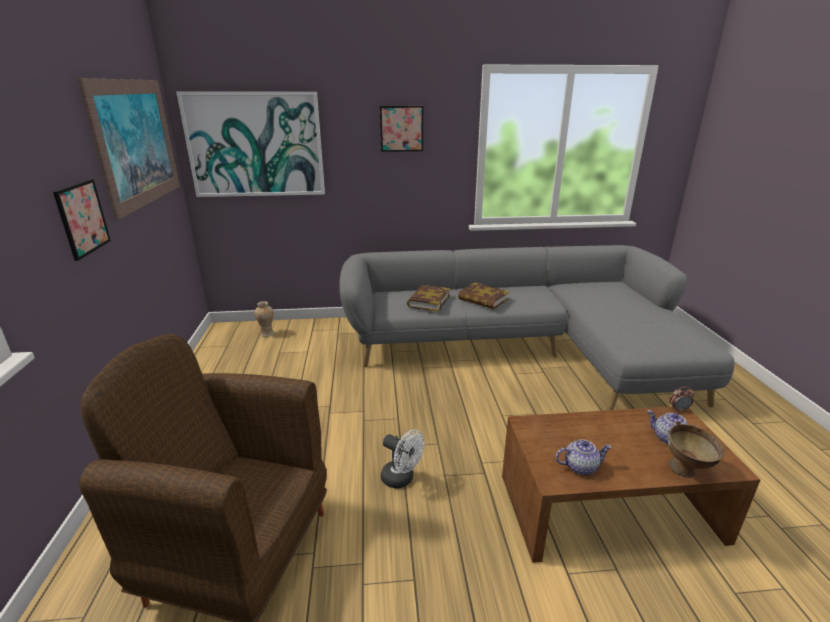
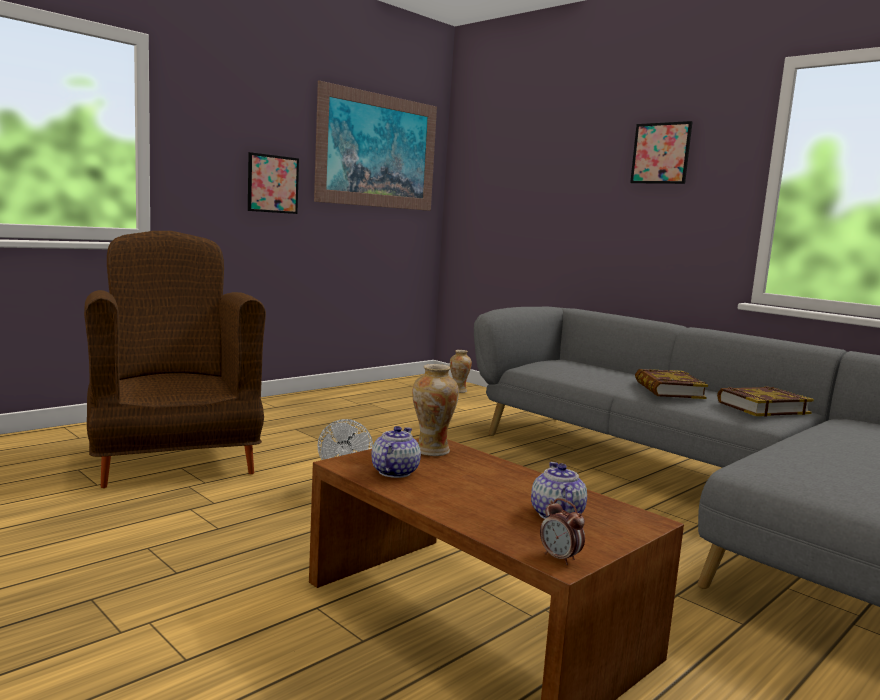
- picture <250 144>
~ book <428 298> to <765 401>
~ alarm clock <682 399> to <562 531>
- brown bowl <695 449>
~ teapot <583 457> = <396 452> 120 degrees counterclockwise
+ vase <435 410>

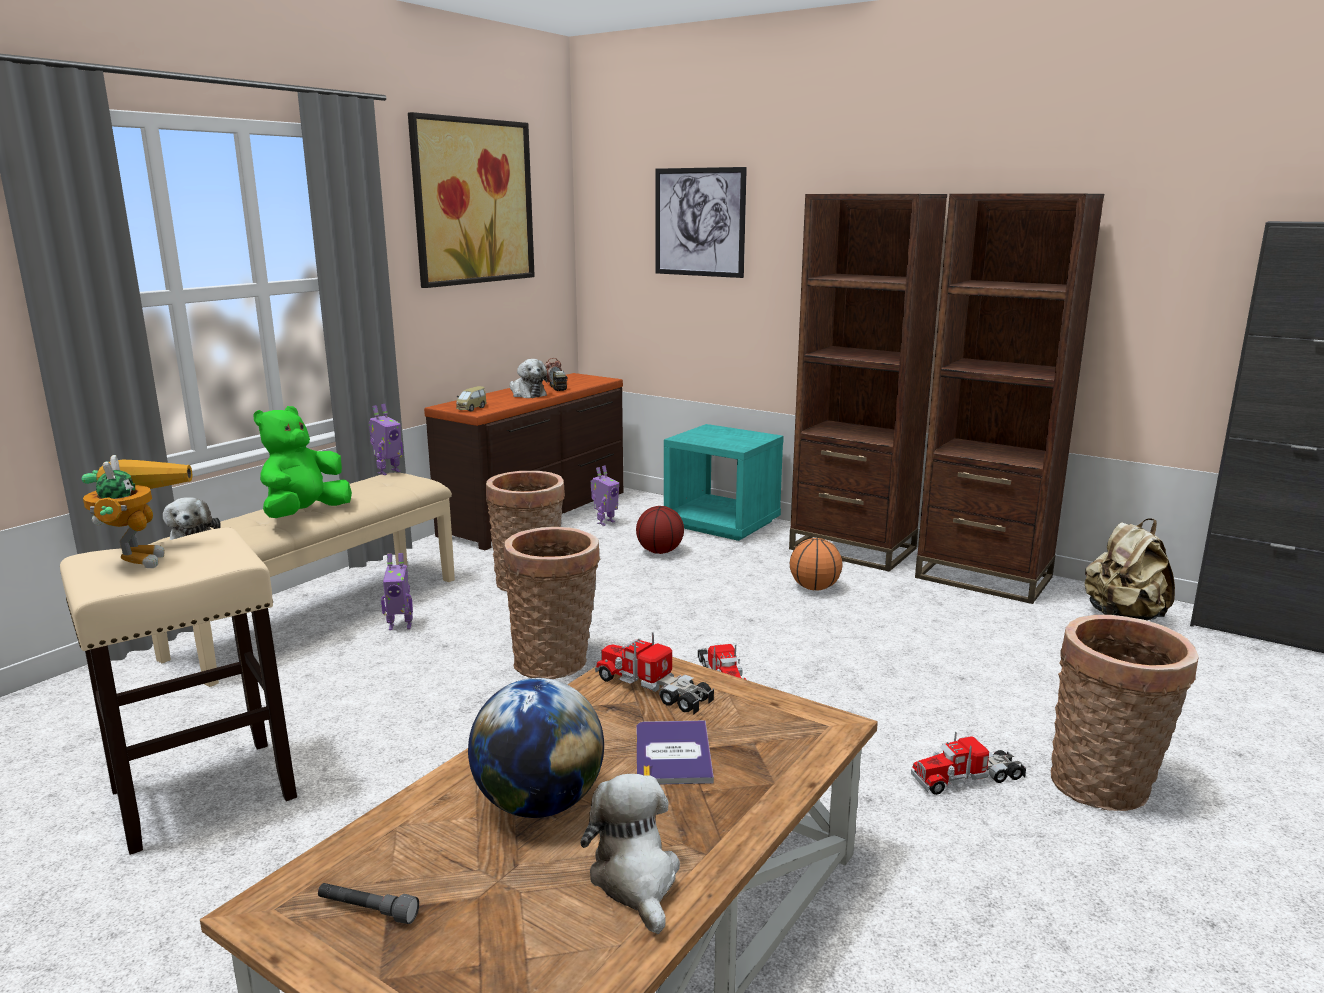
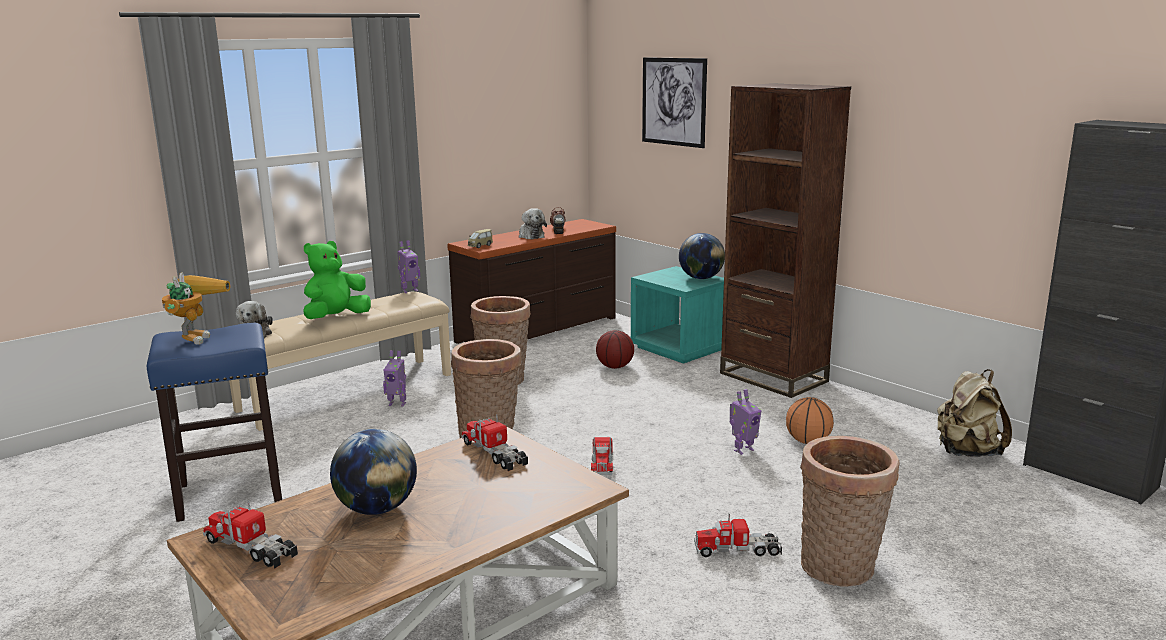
- picture <471 200>
- brown bookcase <1009 399>
~ toy robot <605 495> to <745 422>
~ beige stool <178 691> to blue stool <214 422>
~ basketball <816 564> to <810 420>
- book <675 752>
- plush toy <630 854>
~ grey flashlight <368 903> to toy truck <250 534>
+ globe <702 256>

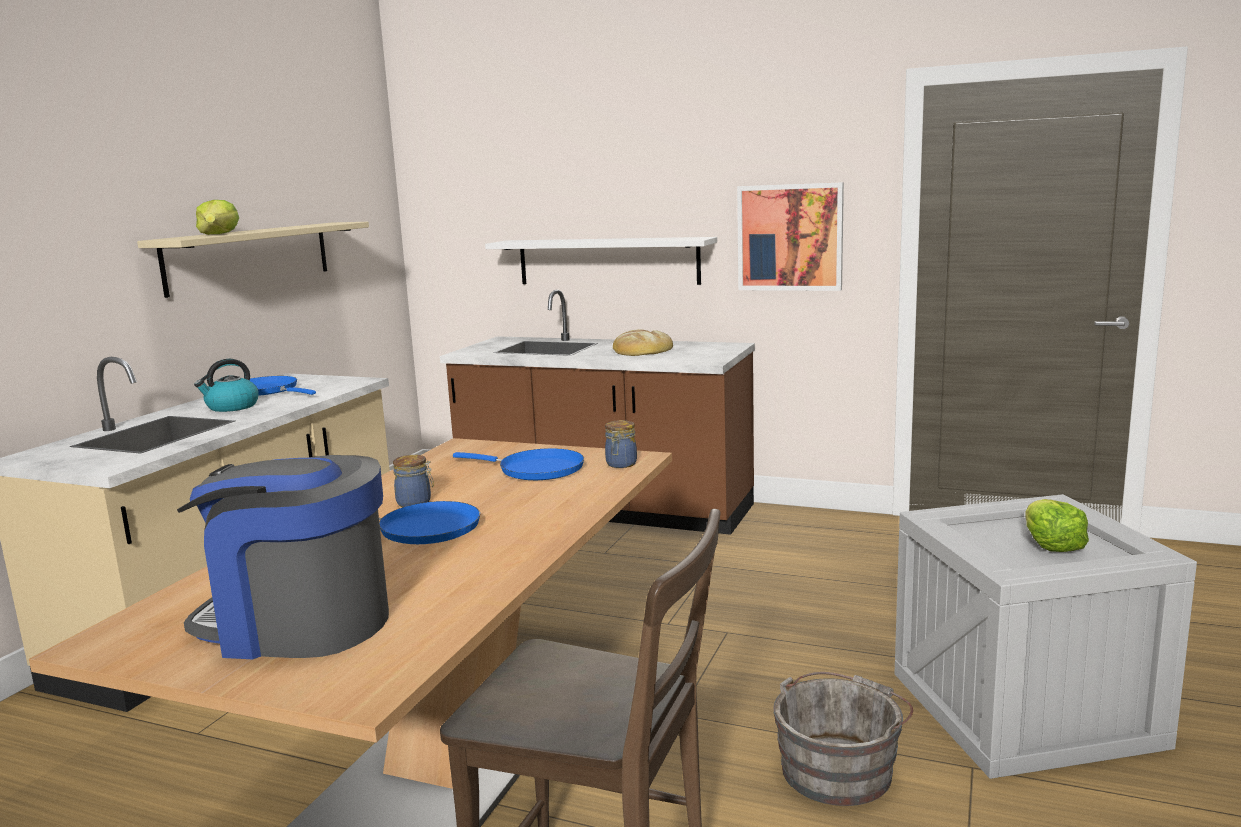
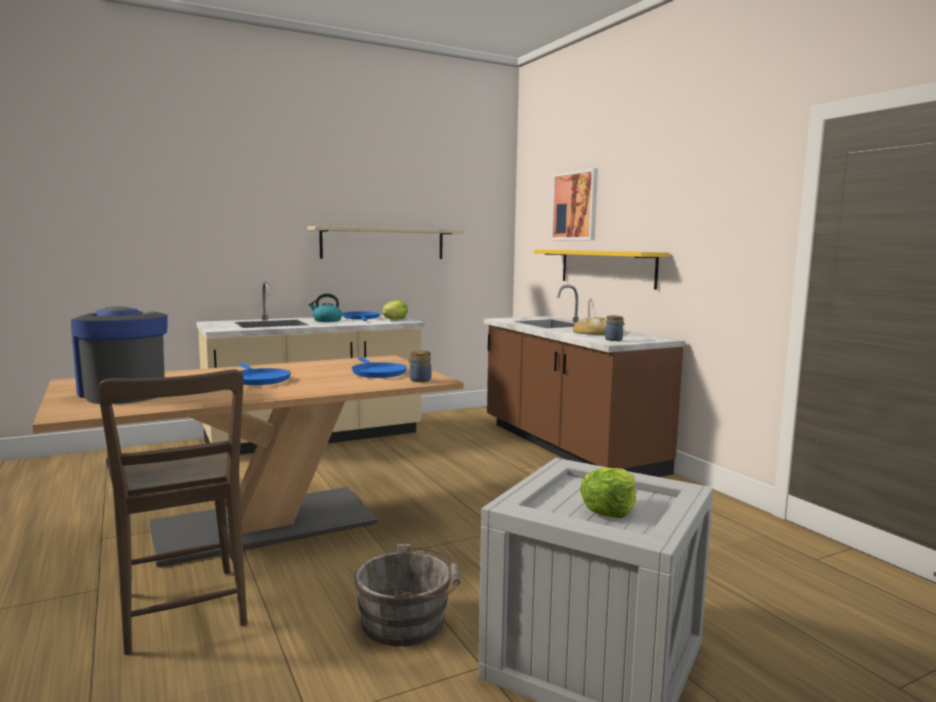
~ picture <790 236> to <574 204>
~ lettuce <217 217> to <395 309>
~ white shelf <601 261> to yellow shelf <601 270>
~ jar <413 481> to <615 328>

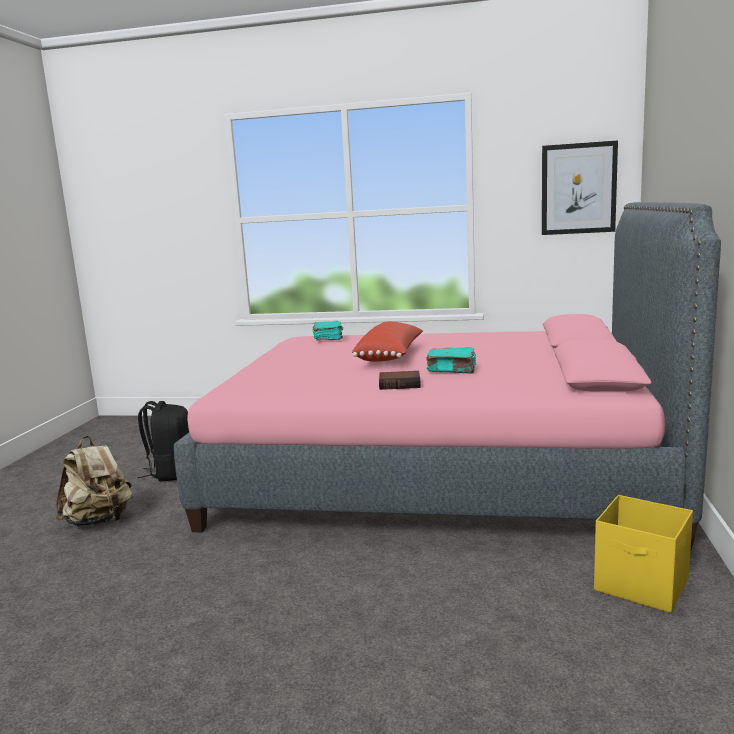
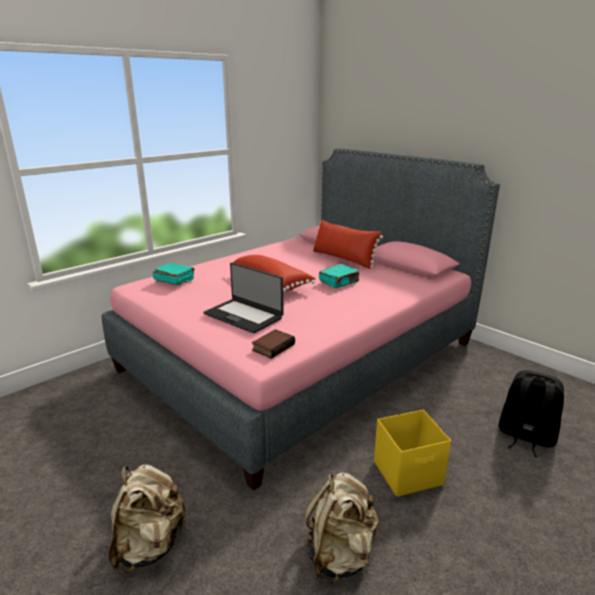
- picture <580 187>
~ book <400 380> to <273 344>
~ black backpack <163 441> to <531 414>
~ yellow storage box <643 554> to <412 453>
+ red pillow <347 244>
+ laptop <243 298>
+ beige backpack <342 528>

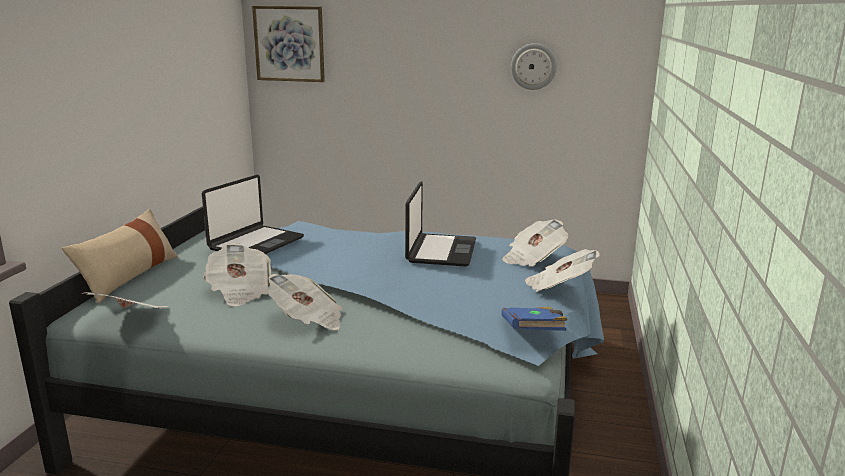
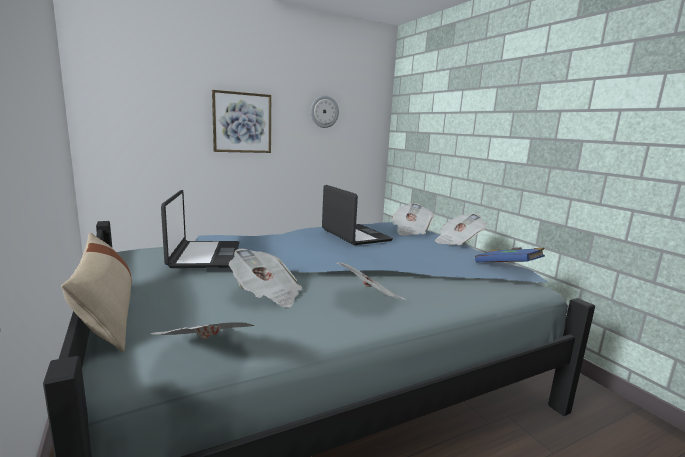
~ picture <288 44> to <241 121>

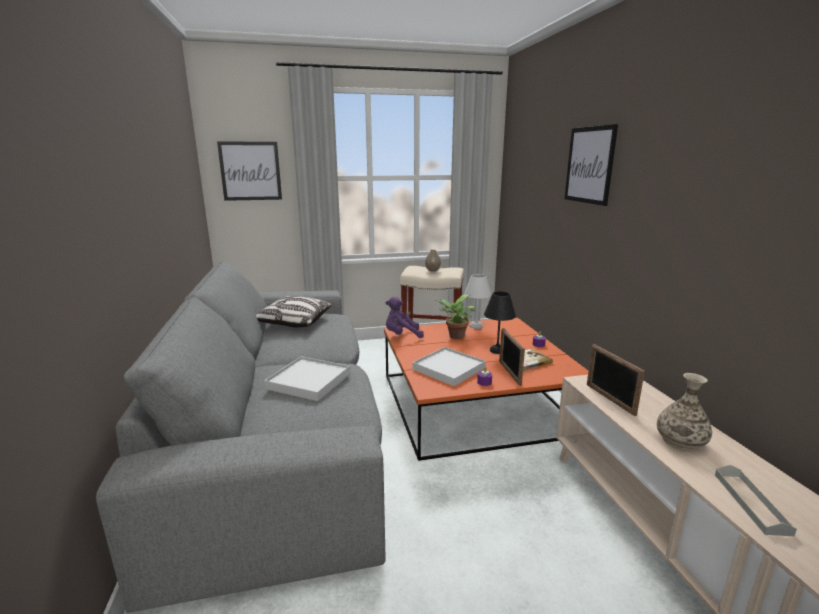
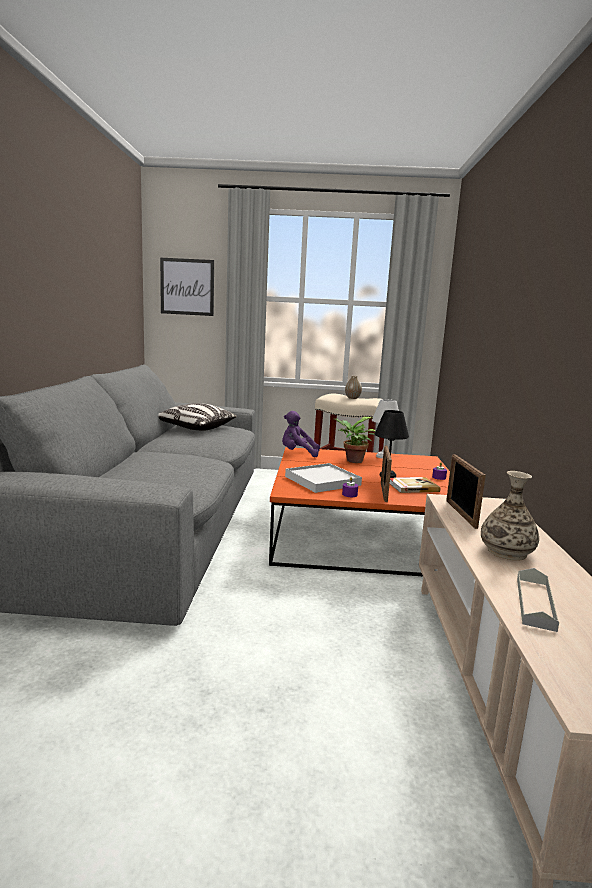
- picture <591 165>
- white tray <307 378>

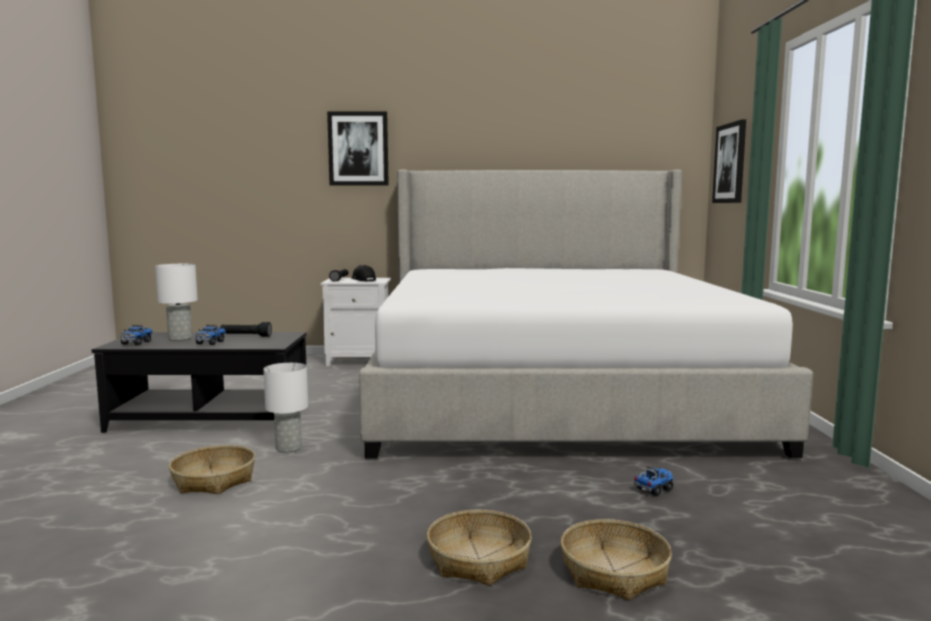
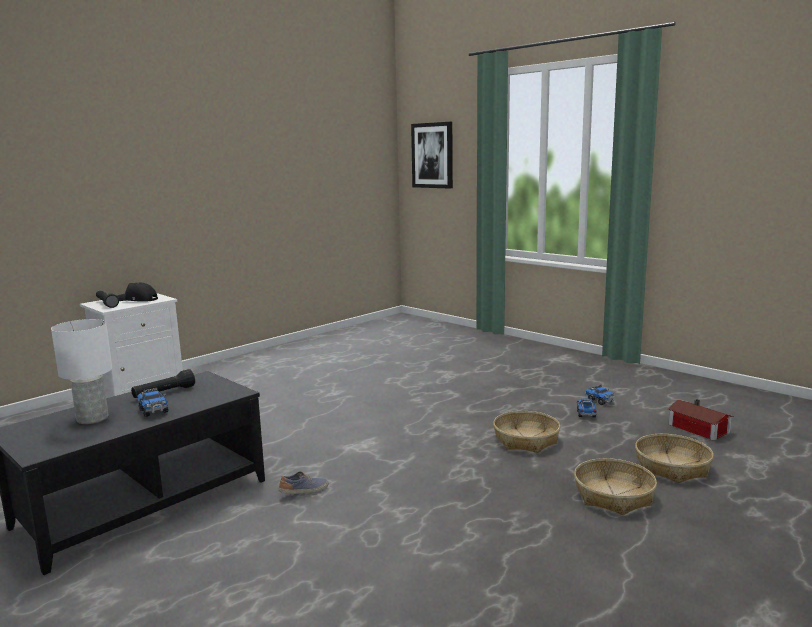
- picture <358 148>
- bed <586 314>
~ toy truck <137 334> to <599 395>
~ white table lamp <285 408> to shoe <303 482>
~ basket <212 469> to <526 432>
+ toy house <701 420>

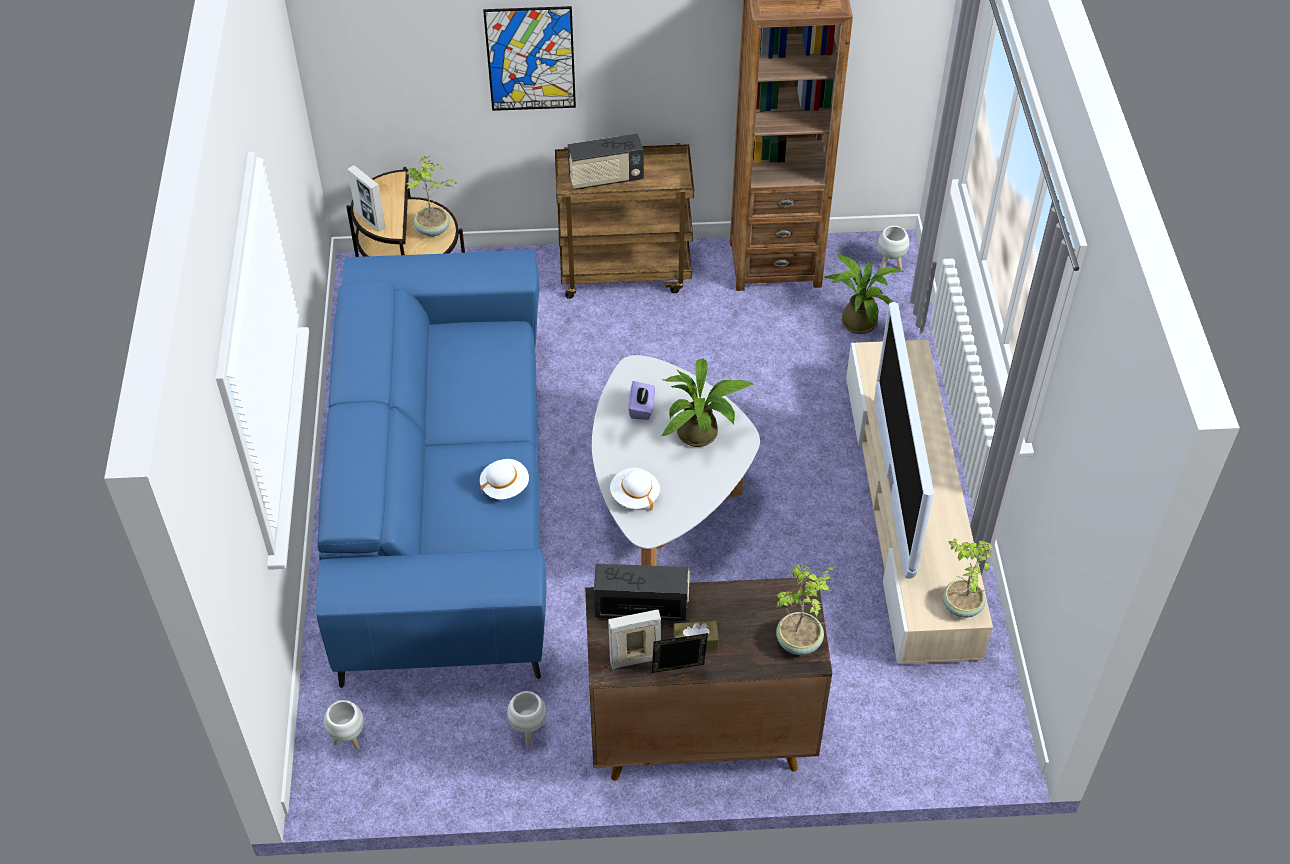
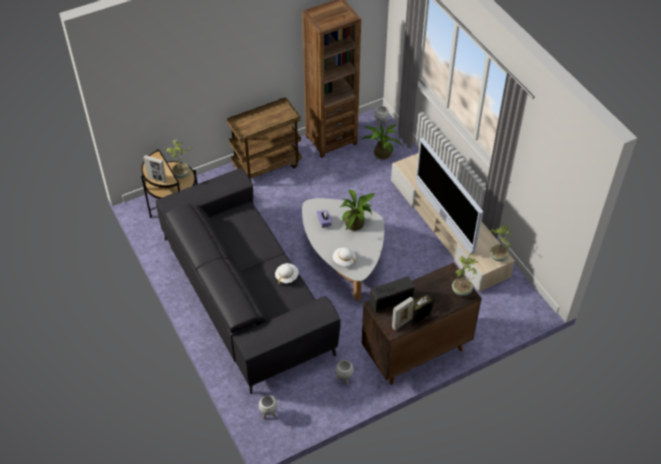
- picture <529 58>
- radio <606 162>
~ blue sofa <431 469> to grey sofa <247 281>

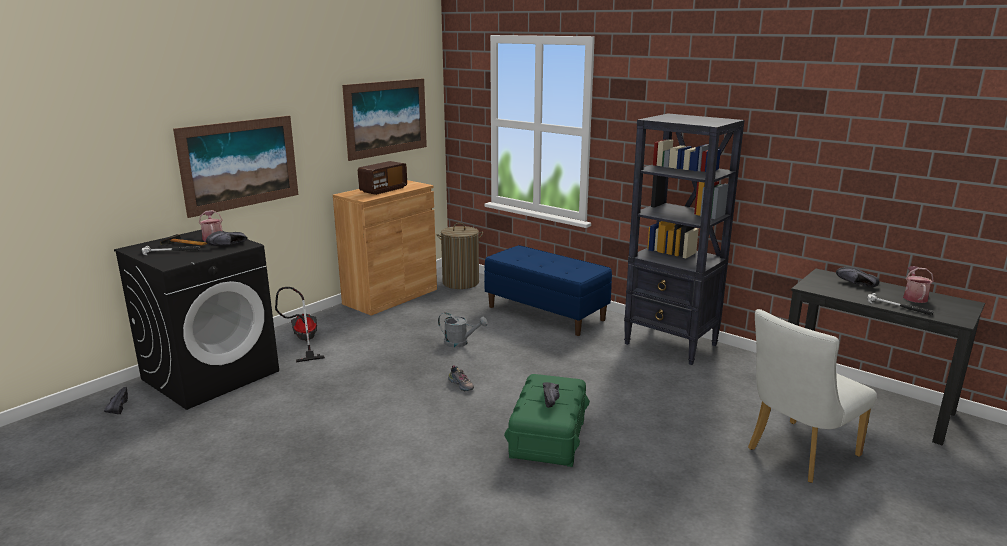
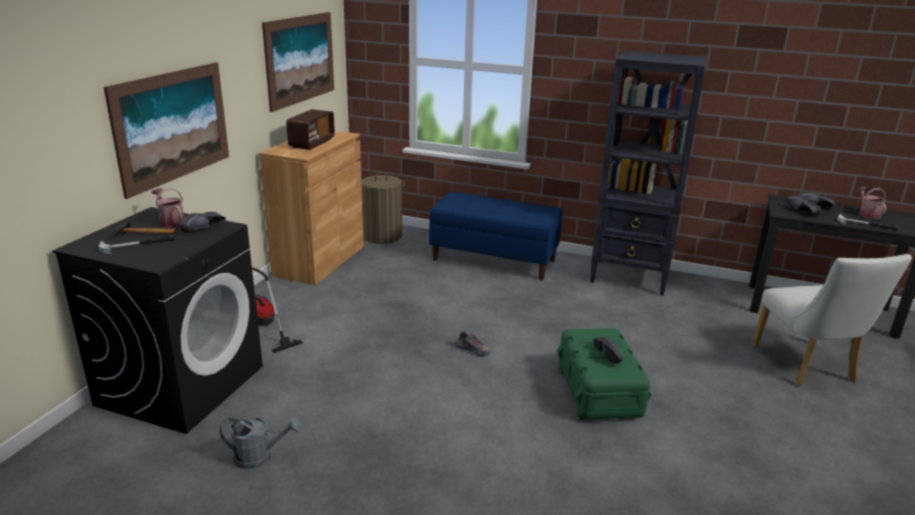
~ white chair <812 396> = <832 320> 45 degrees counterclockwise
~ grey watering can <463 330> to <260 443>
~ black shoe <116 400> to <804 205>

